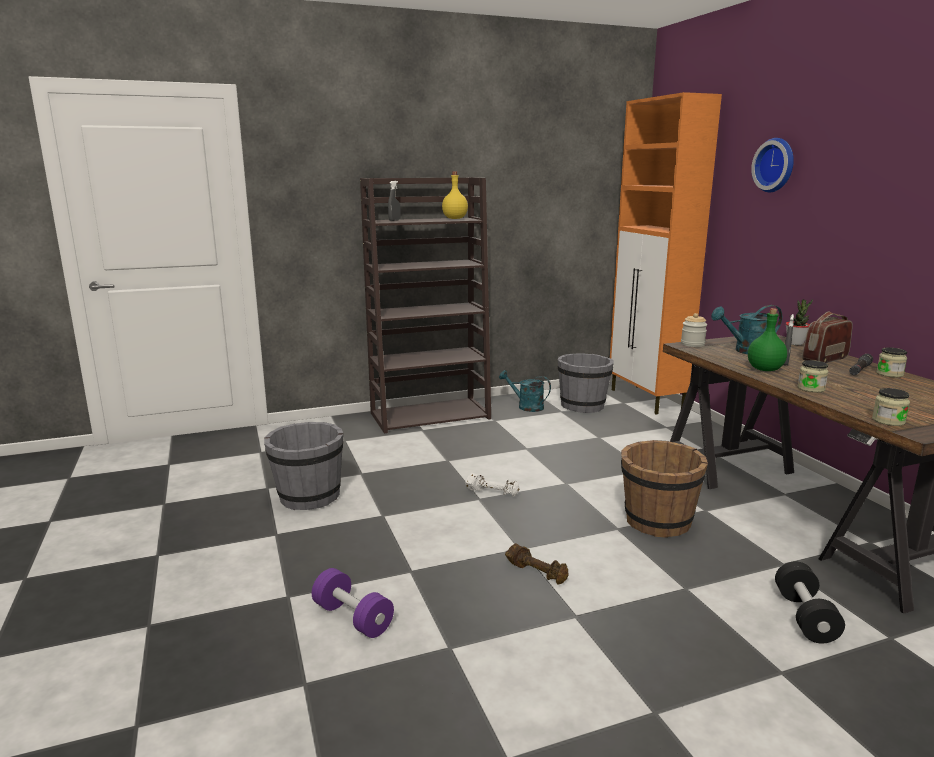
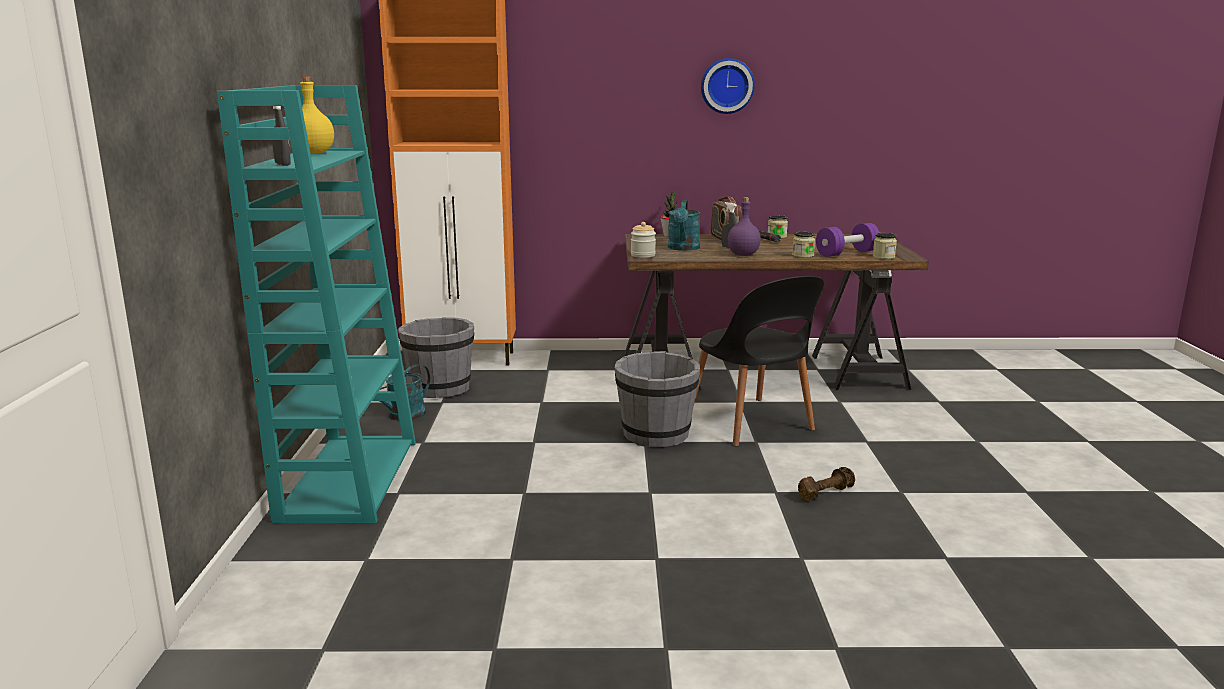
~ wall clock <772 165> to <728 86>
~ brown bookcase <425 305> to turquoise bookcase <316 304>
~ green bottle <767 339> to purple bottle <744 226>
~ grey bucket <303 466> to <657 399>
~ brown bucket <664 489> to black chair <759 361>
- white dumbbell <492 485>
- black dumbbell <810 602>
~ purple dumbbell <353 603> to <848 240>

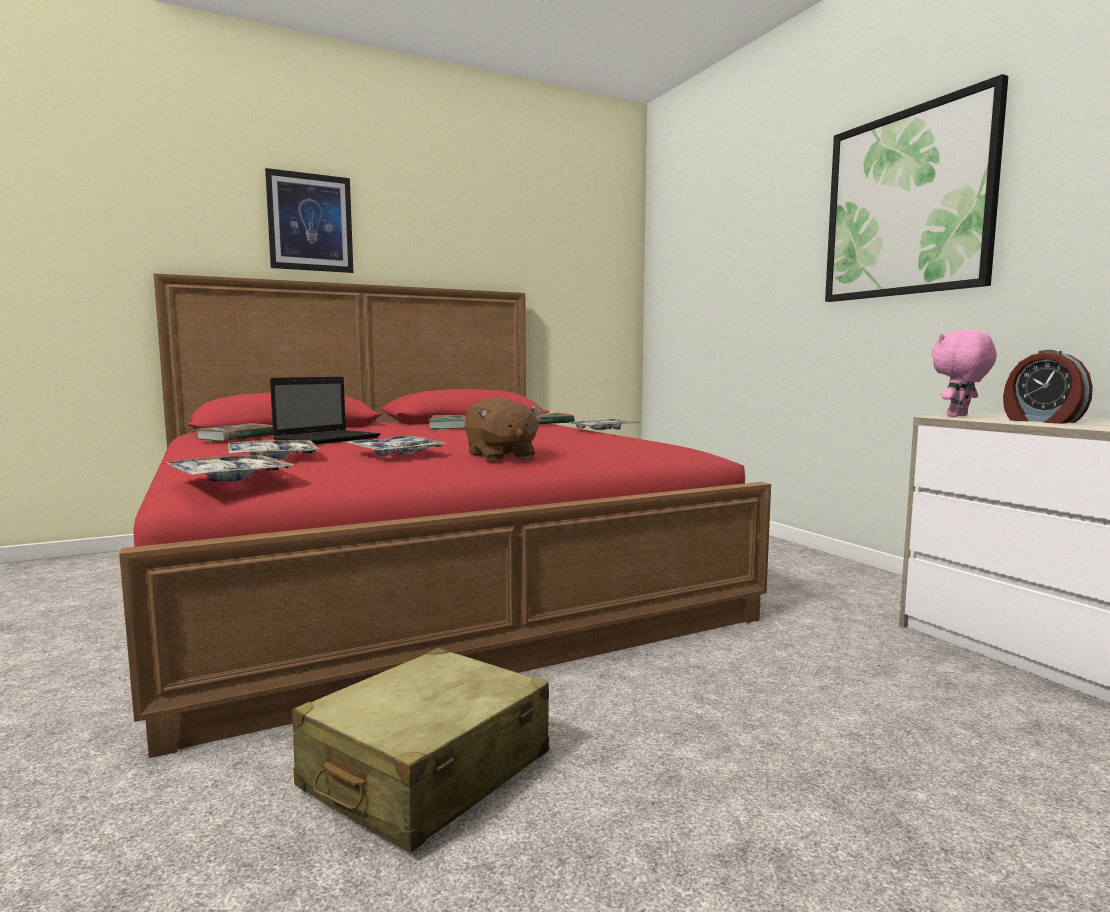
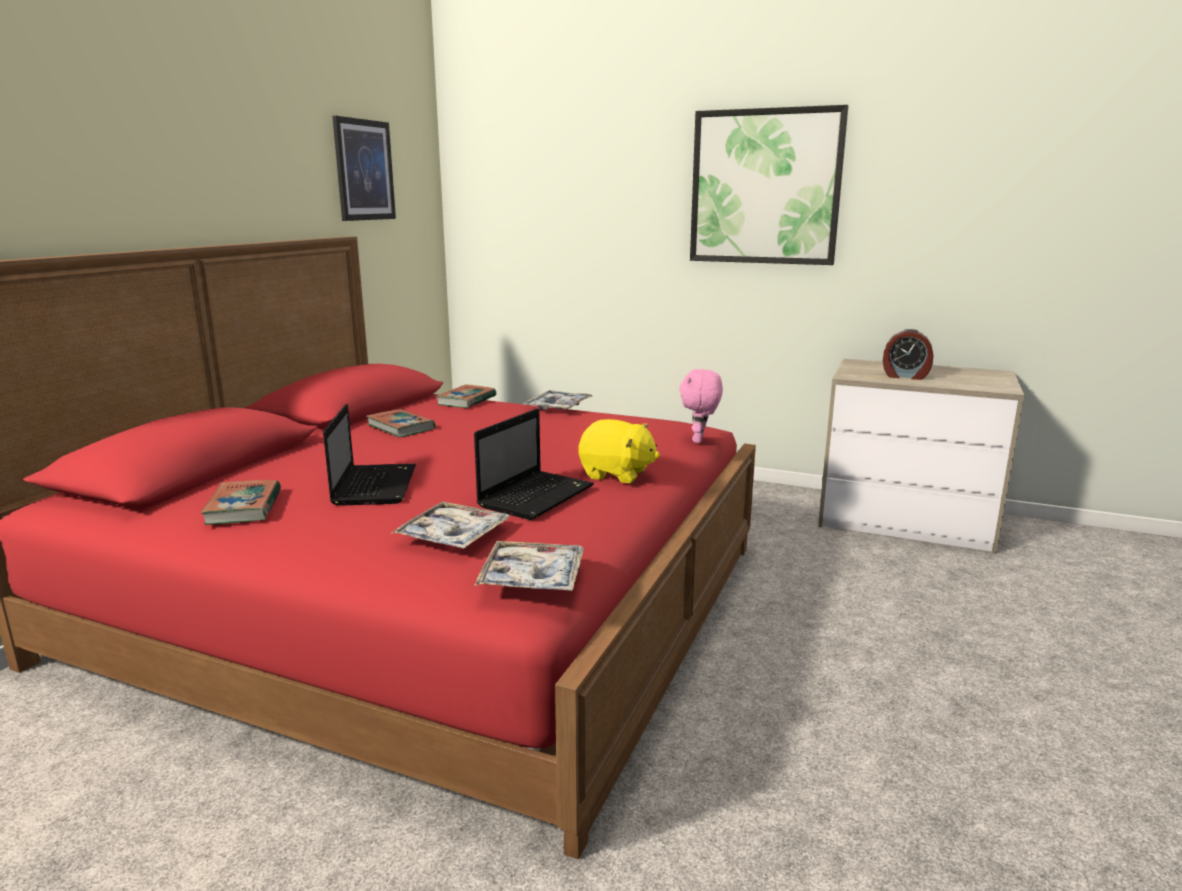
~ picture <309 220> to <364 168>
~ pink plush toy <964 373> to <701 406>
~ brown plush toy <503 429> to yellow plush toy <619 451>
~ tray <395 446> to laptop <534 464>
- beige suitcase <420 750>

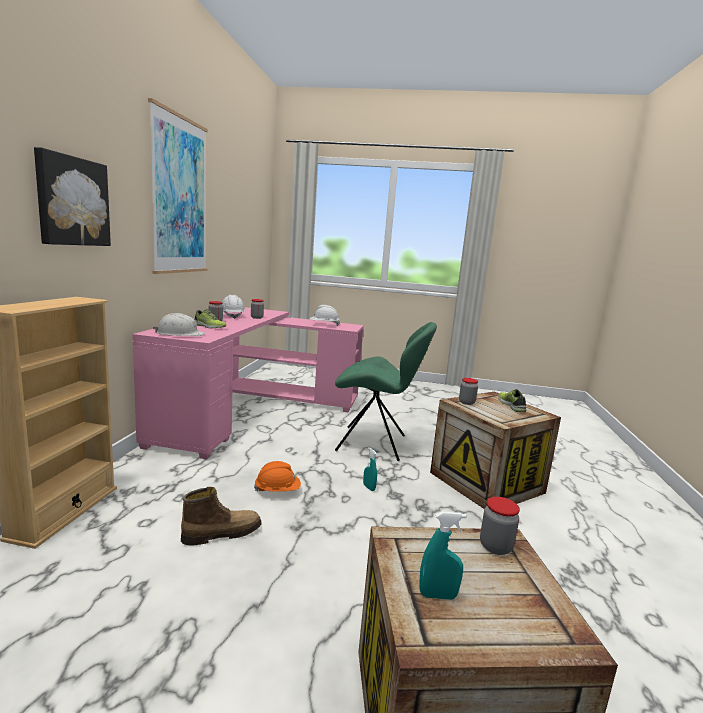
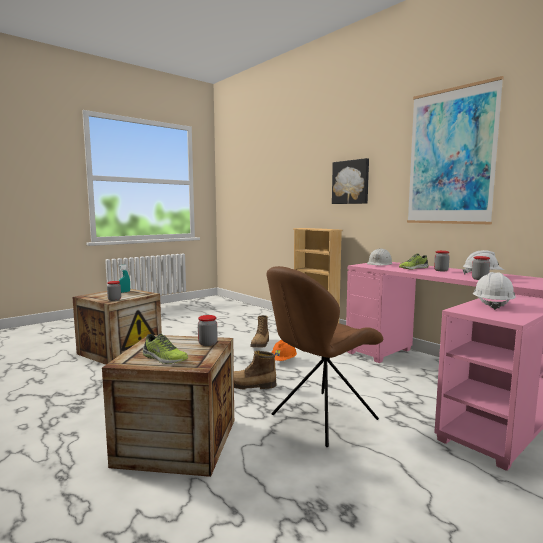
~ green chair <386 391> to brown chair <325 356>
~ turquoise spray bottle <370 469> to boot <255 370>

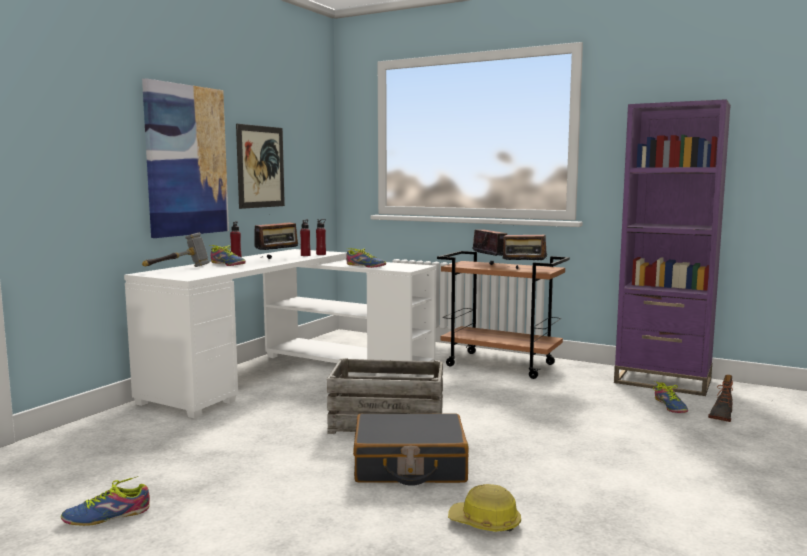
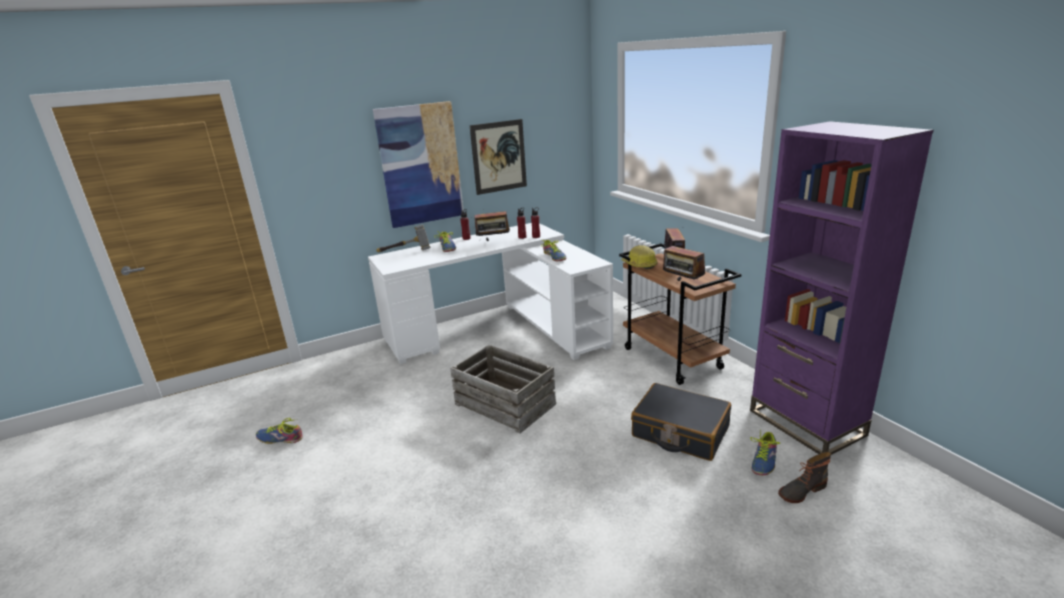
~ black suitcase <410 449> to <681 422>
~ hard hat <484 508> to <639 257>

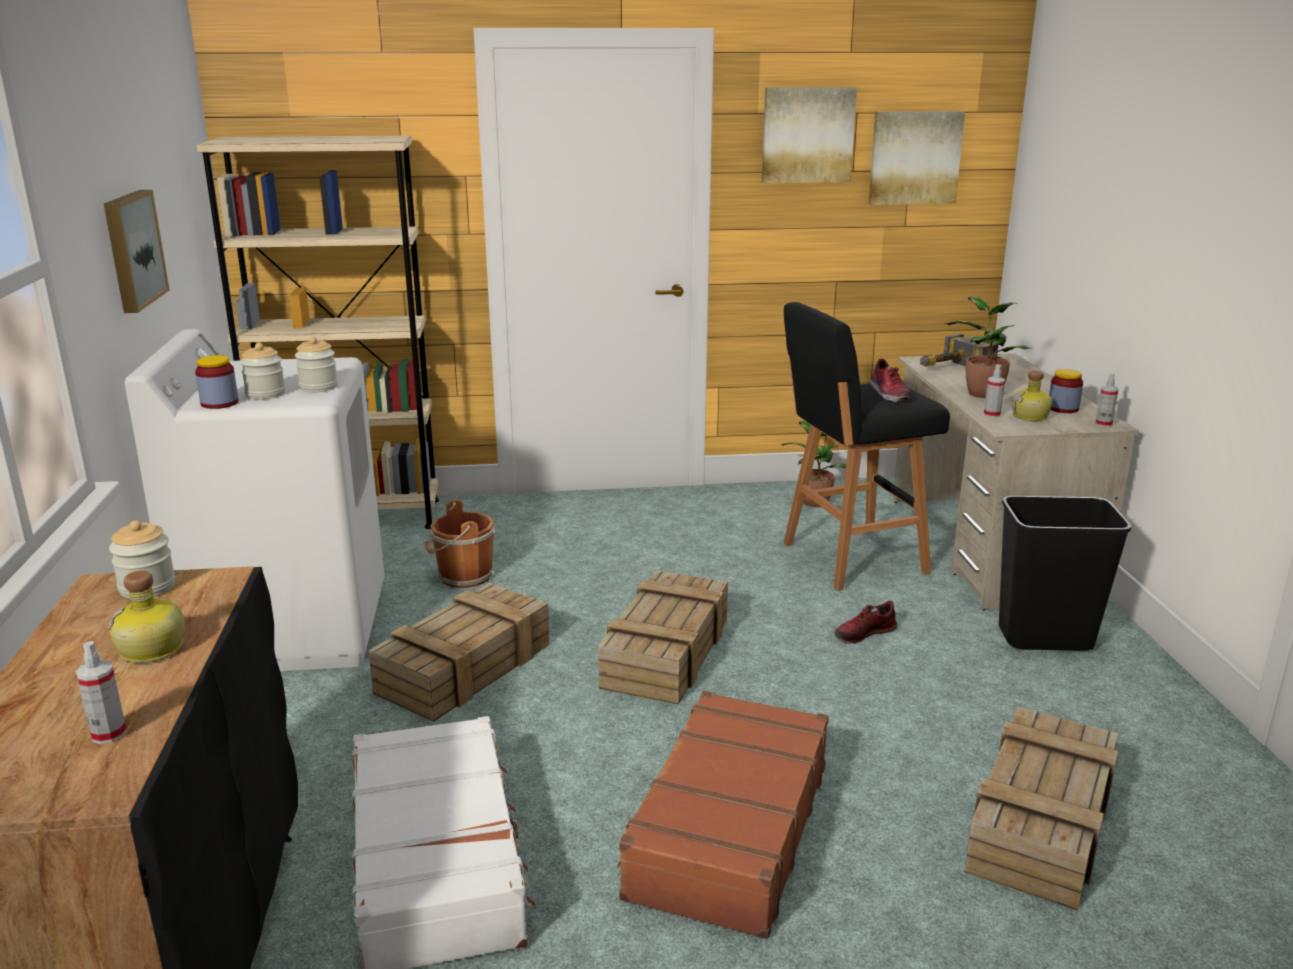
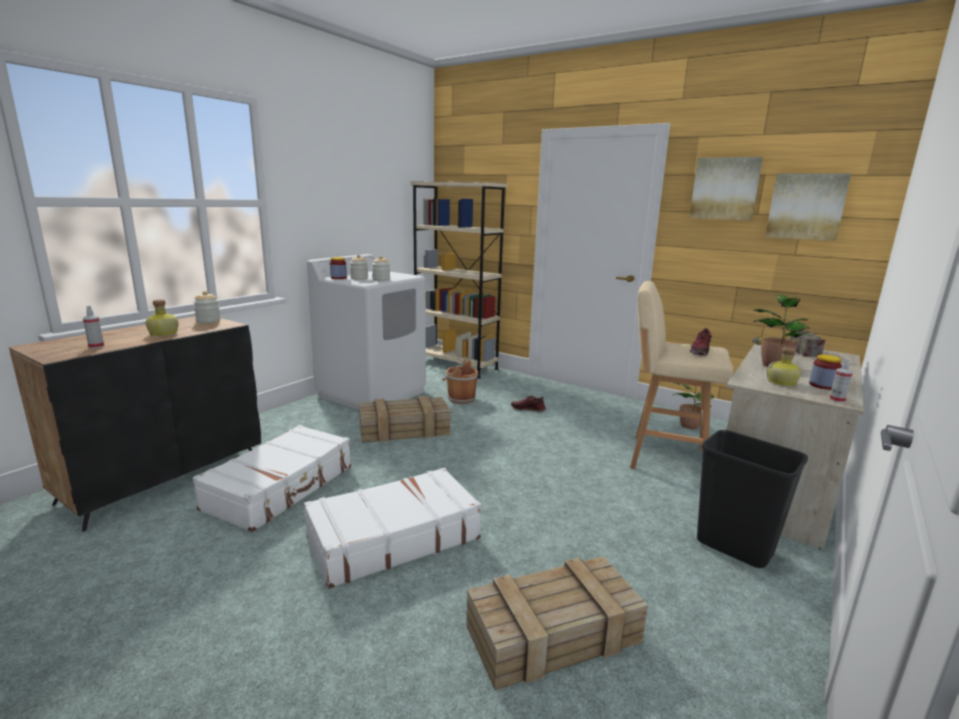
- picture <137 251>
~ black stool <867 446> to beige stool <682 375>
- spray bottle <994 391>
- crate <663 637>
~ shoe <865 622> to <528 404>
~ brown suitcase <722 815> to white suitcase <392 528>

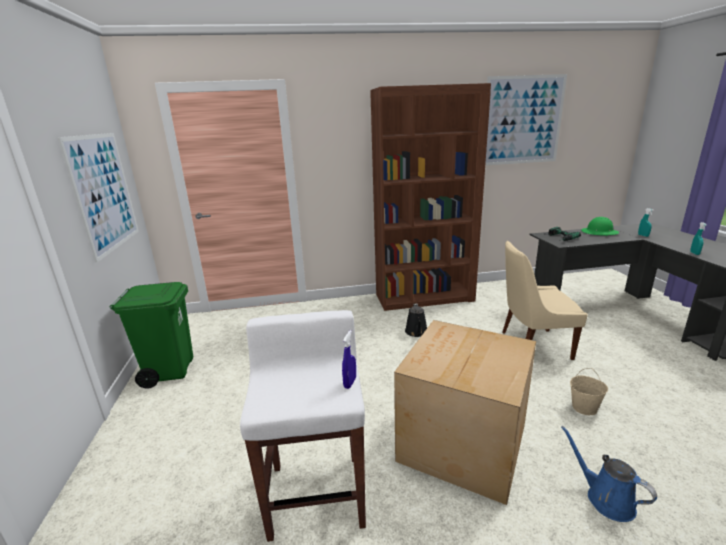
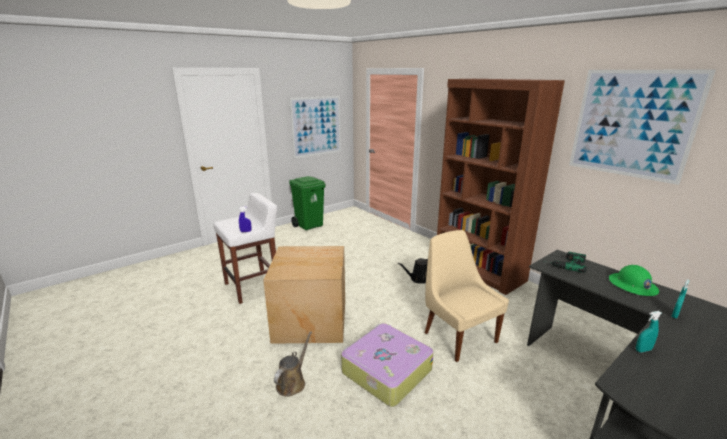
~ beige bucket <589 391> to suitcase <387 365>
~ blue watering can <609 473> to brown watering can <293 364>

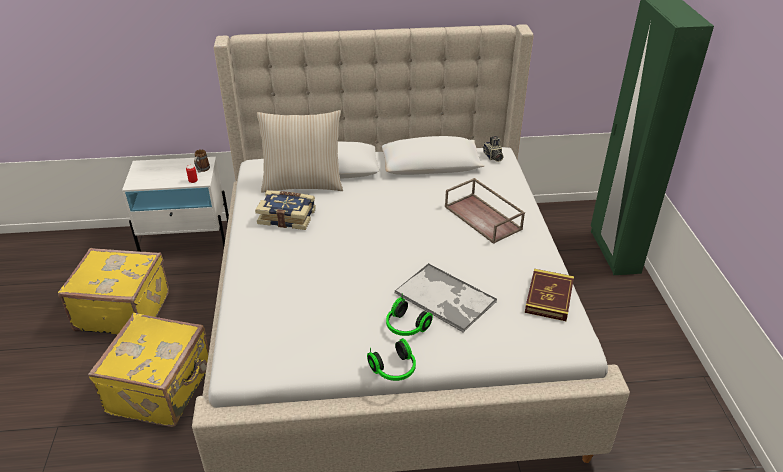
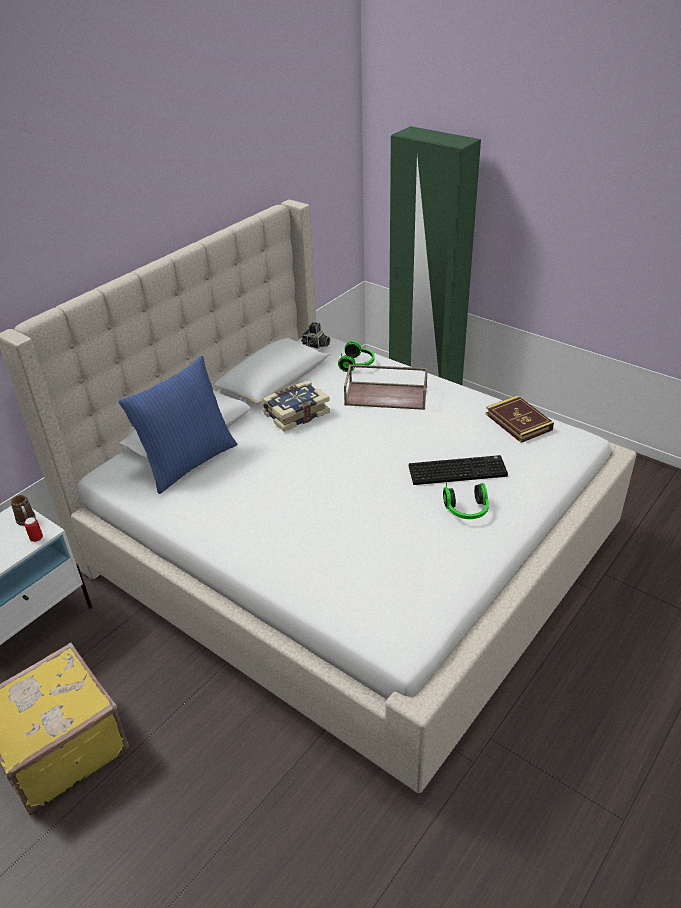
~ beige pillow <300 151> to blue pillow <177 425>
~ book <285 210> to <296 406>
~ tray <446 298> to keyboard <458 470>
- yellow suitcase <148 370>
~ headphones <391 359> to <356 356>

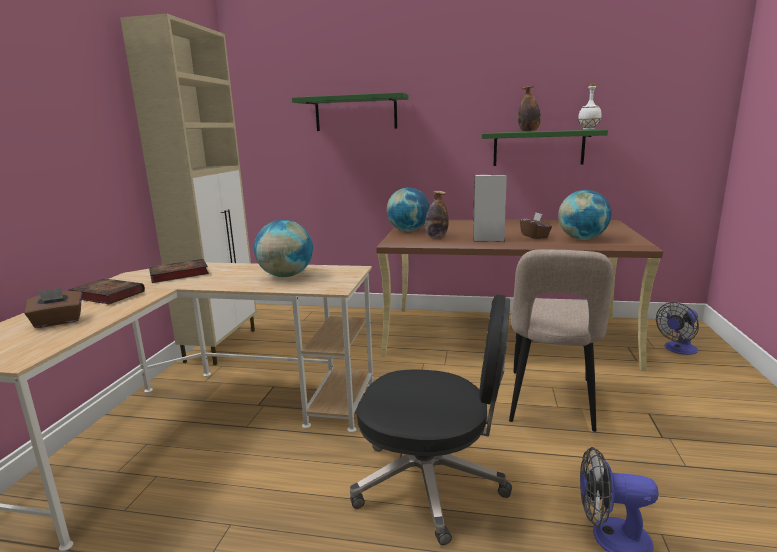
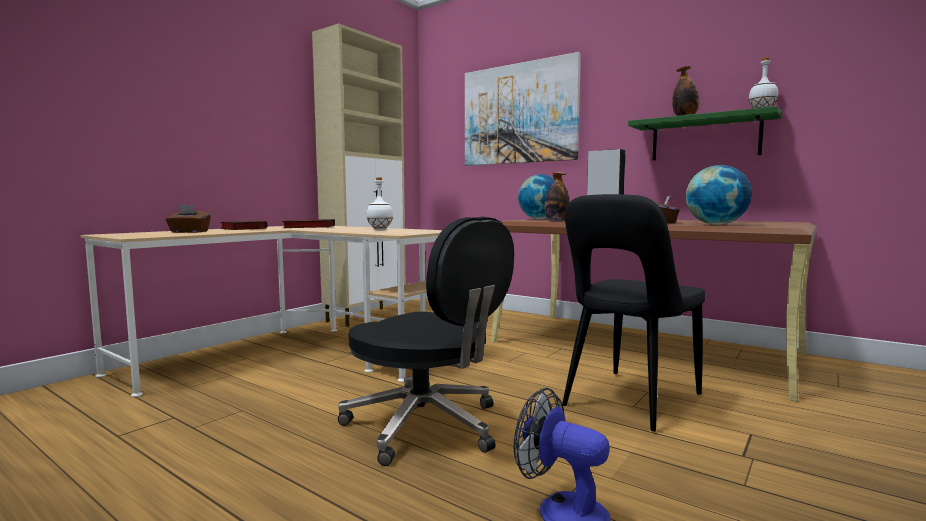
~ green shelf <350 111> to picture <523 109>
~ globe <283 248> to white bottle <380 204>
~ beige chair <561 340> to black chair <634 313>
- fan <677 328>

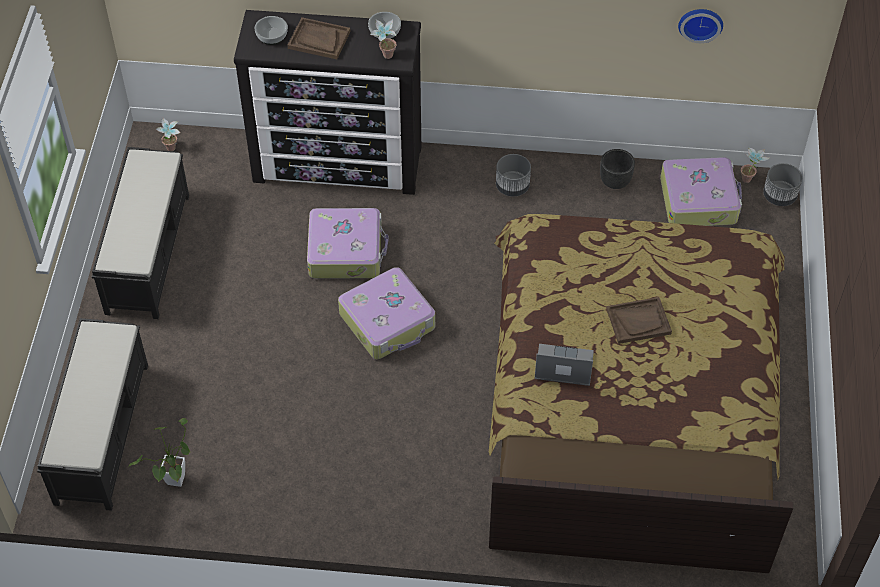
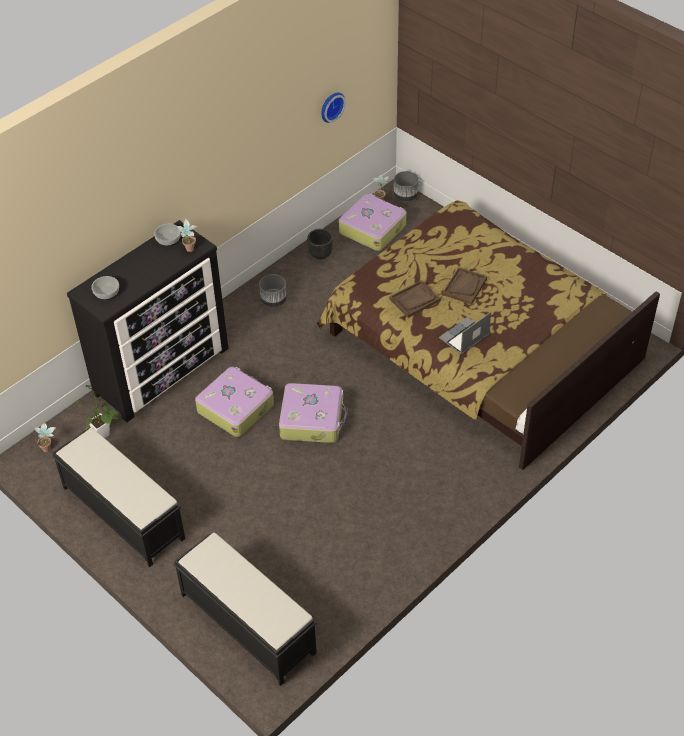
~ brown tray <319 38> to <415 299>
~ potted plant <159 452> to <95 411>

